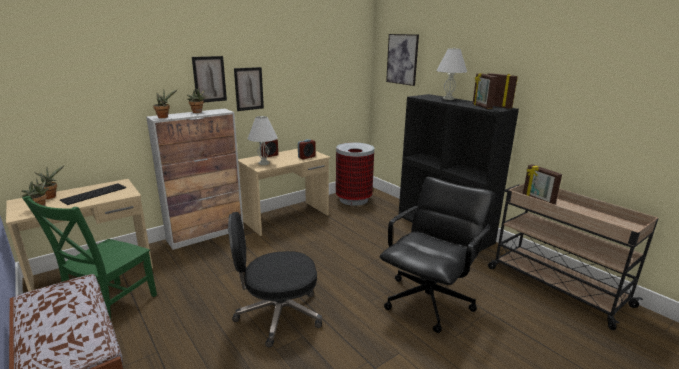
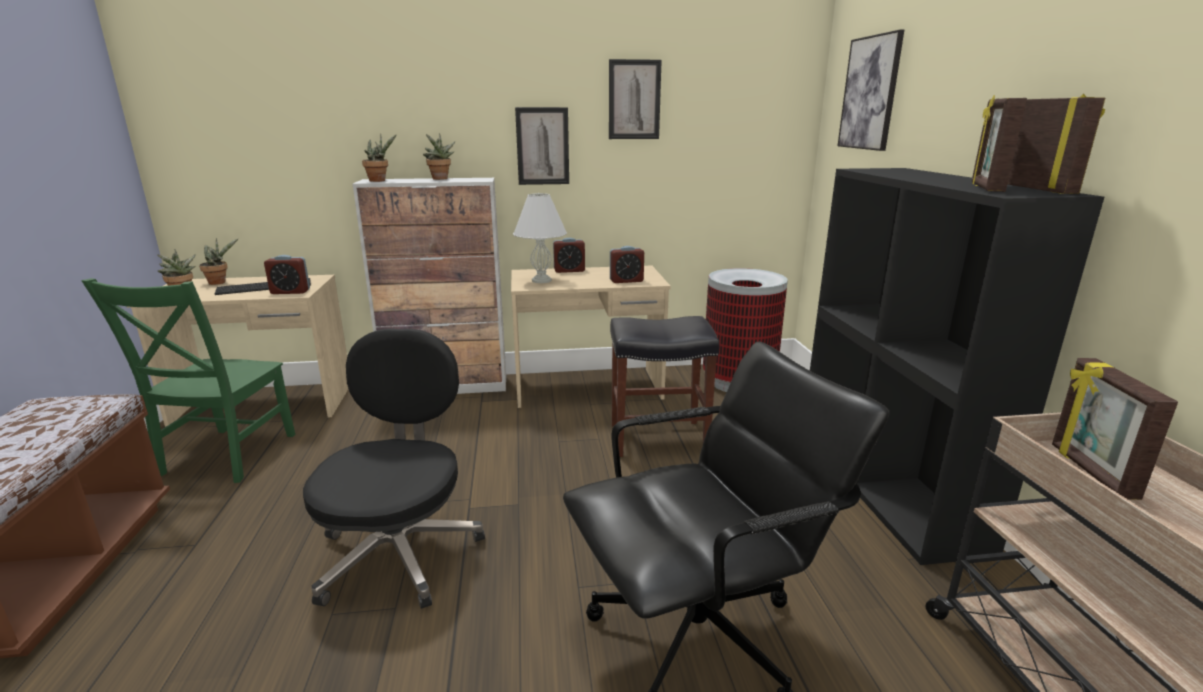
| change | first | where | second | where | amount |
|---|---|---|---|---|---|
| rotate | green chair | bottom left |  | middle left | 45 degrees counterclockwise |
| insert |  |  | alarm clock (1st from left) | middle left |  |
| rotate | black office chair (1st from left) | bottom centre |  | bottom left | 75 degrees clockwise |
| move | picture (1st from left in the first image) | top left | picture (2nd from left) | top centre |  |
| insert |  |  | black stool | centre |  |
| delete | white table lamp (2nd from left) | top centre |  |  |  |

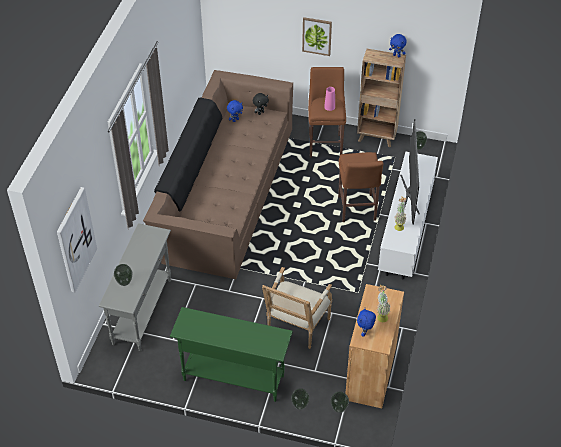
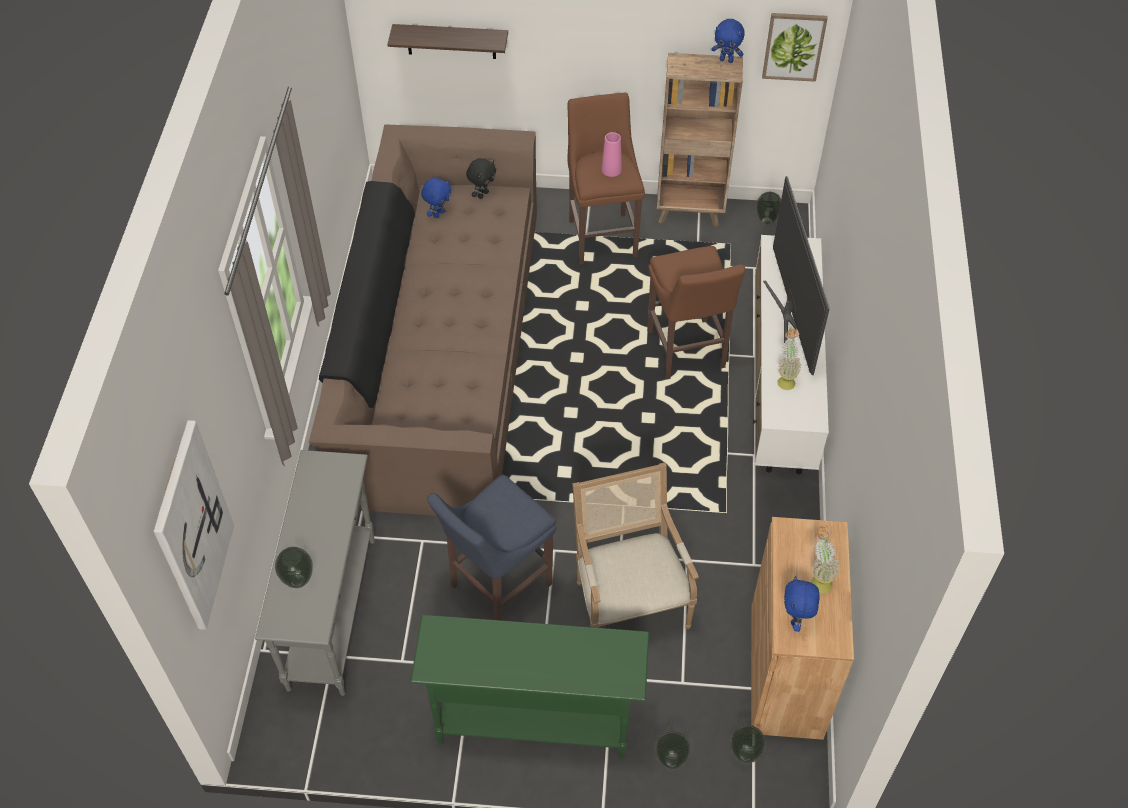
| change | first | where | second | where | amount |
|---|---|---|---|---|---|
| insert |  |  | shelf | top centre |  |
| insert |  |  | blue stool | bottom centre |  |
| rotate | armchair | bottom centre |  | bottom centre | 150 degrees clockwise |
| move | picture (2nd from left) | top centre |  | top right |  |

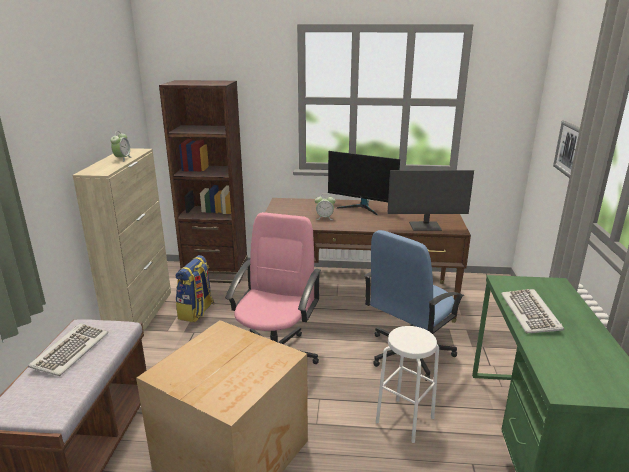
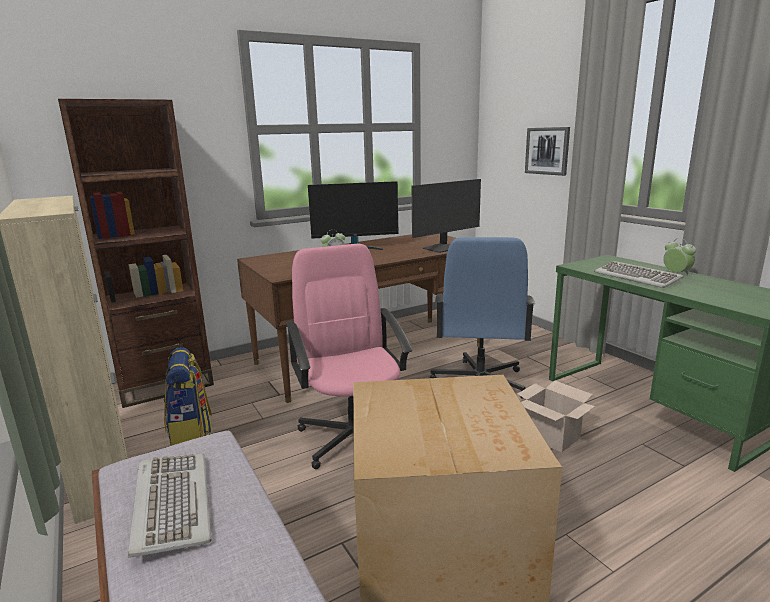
| change | first | where | second | where | amount |
|---|---|---|---|---|---|
| replace | white stool | bottom centre | cardboard box (2nd from left) | bottom right |  |
| move | alarm clock (1st from left in the first image) | top left | alarm clock (2nd from left) | middle right |  |

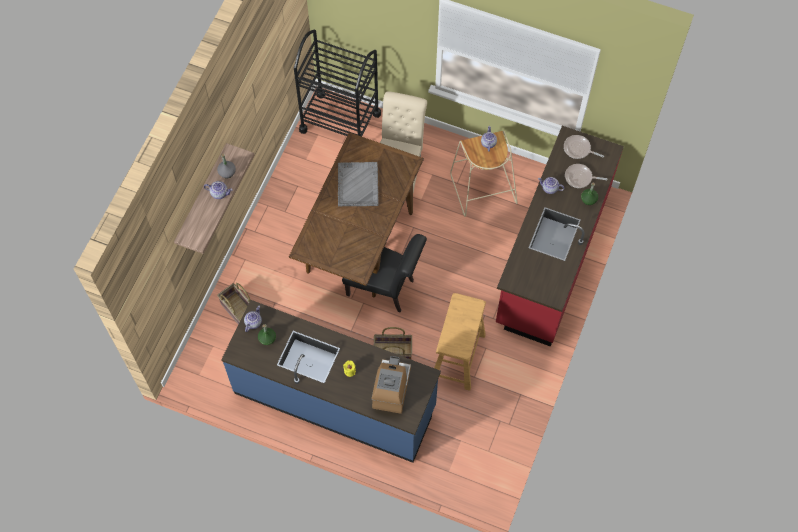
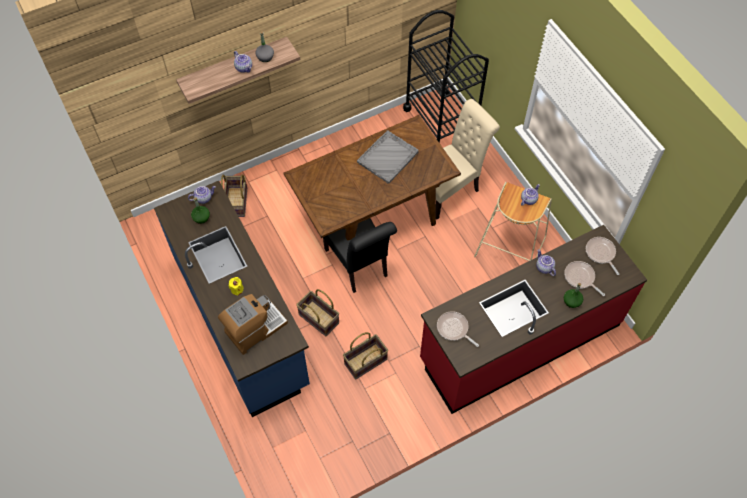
| change | first | where | second | where | amount |
|---|---|---|---|---|---|
| replace | beige stool (1st from left) | centre | basket (3rd from left) | bottom centre |  |
| insert |  |  | frying pan (1st from left) | centre |  |

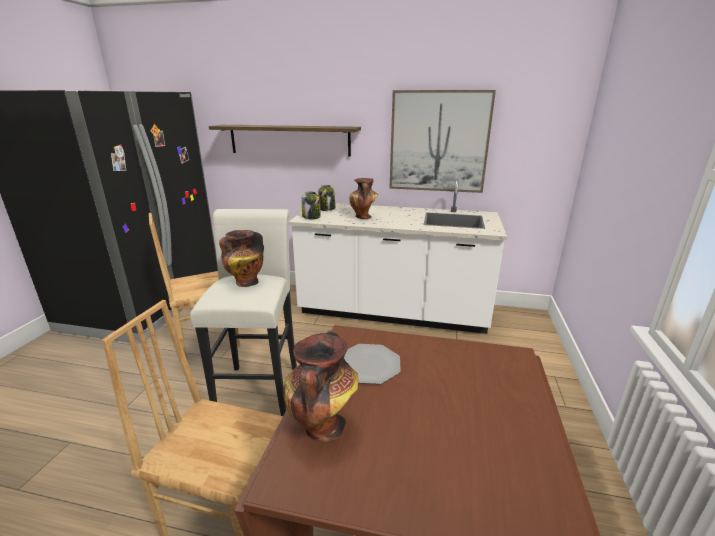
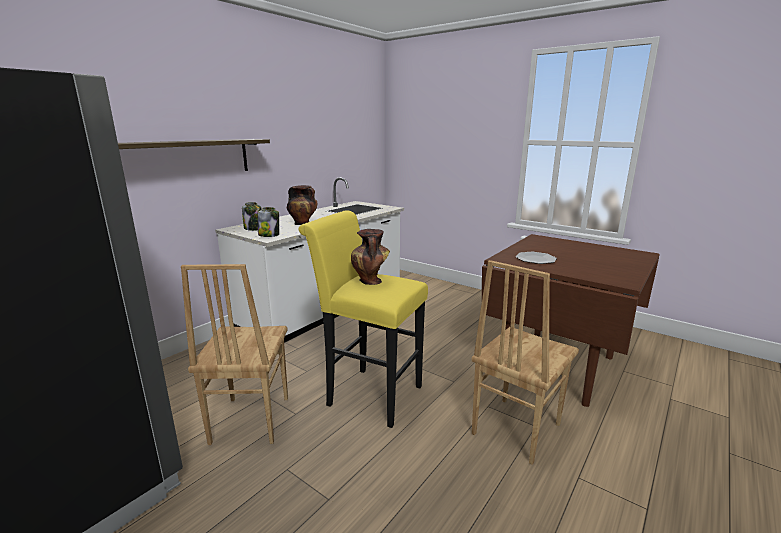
| change | first | where | second | where | amount |
|---|---|---|---|---|---|
| recolor | white stool | centre | yellow stool | centre |  |
| delete | vase (2nd from left) | bottom centre |  |  |  |
| delete | picture | top centre |  |  |  |

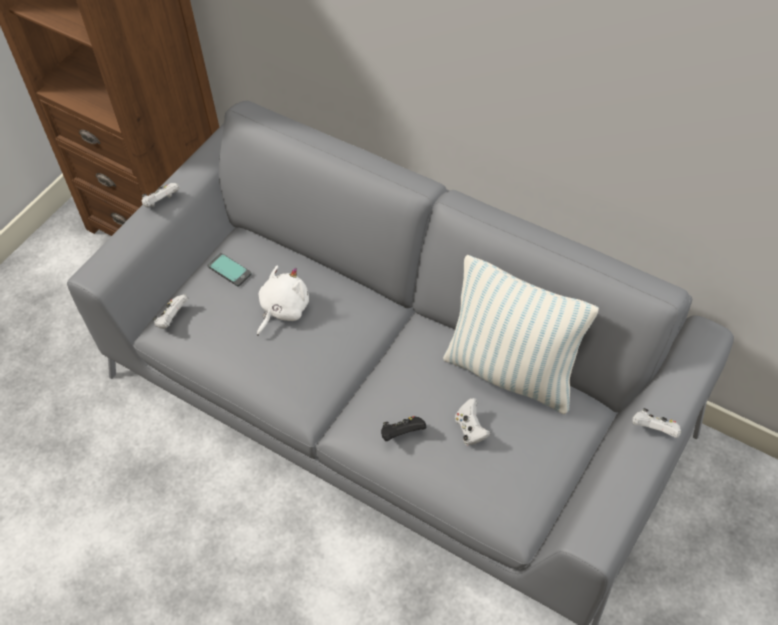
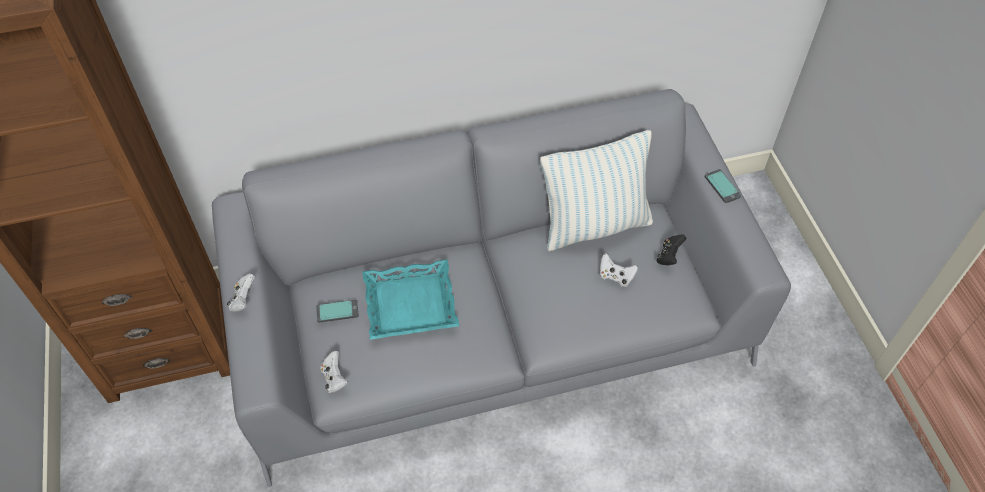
| change | first | where | second | where | amount |
|---|---|---|---|---|---|
| replace | white plush toy | centre | turquoise tray | centre |  |
| move | black game controller | bottom centre |  | middle right |  |
| replace | white game controller (4th from left) | bottom right | phone (2nd from left) | middle right |  |

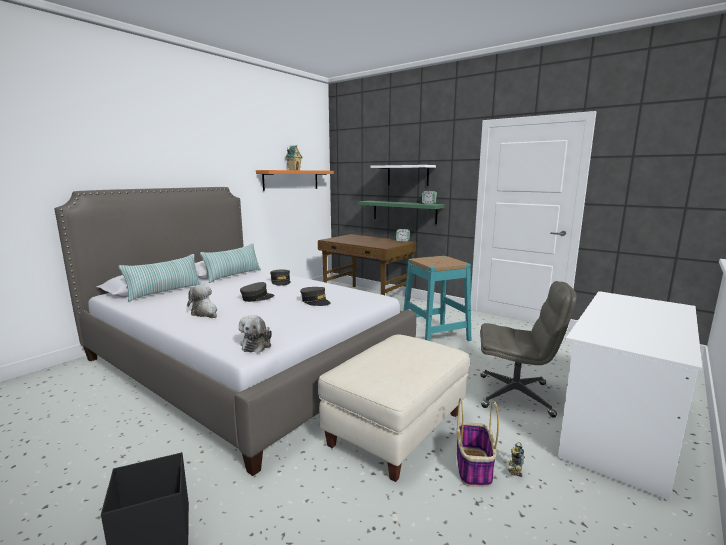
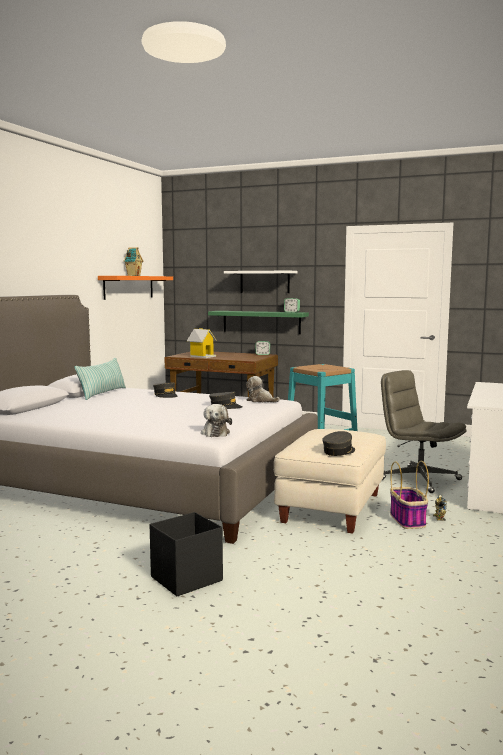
| change | first | where | second | where | amount |
|---|---|---|---|---|---|
| insert |  |  | toy house (2nd from left) | centre |  |
| move | plush toy (1st from left in the first image) | middle left | plush toy (2nd from left) | centre |  |
| move | grey cap (1st from left in the first image) | centre | grey cap (3rd from left) | middle right |  |
| rotate | grey office chair | middle right |  | middle right | 135 degrees counterclockwise |
| delete | pillow (1st from left) | middle left |  |  |  |

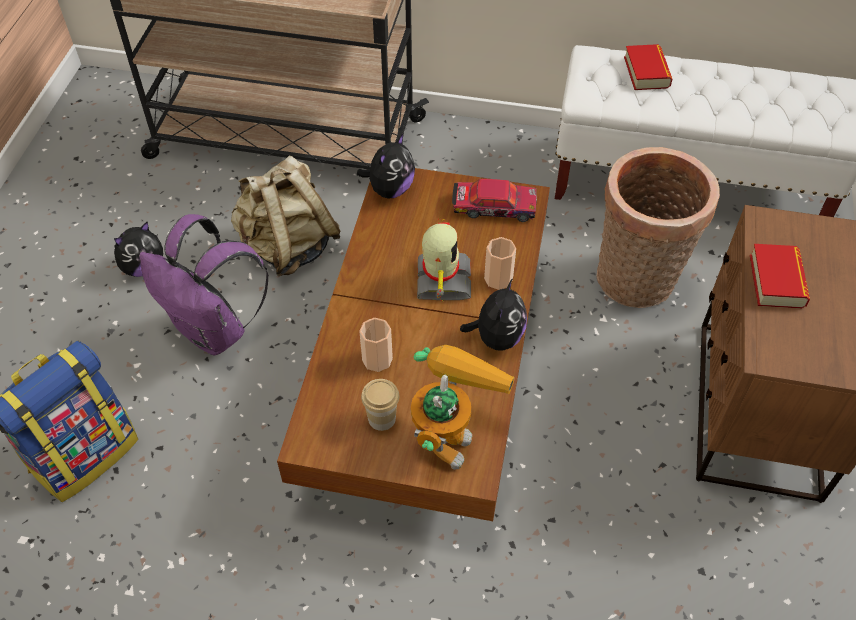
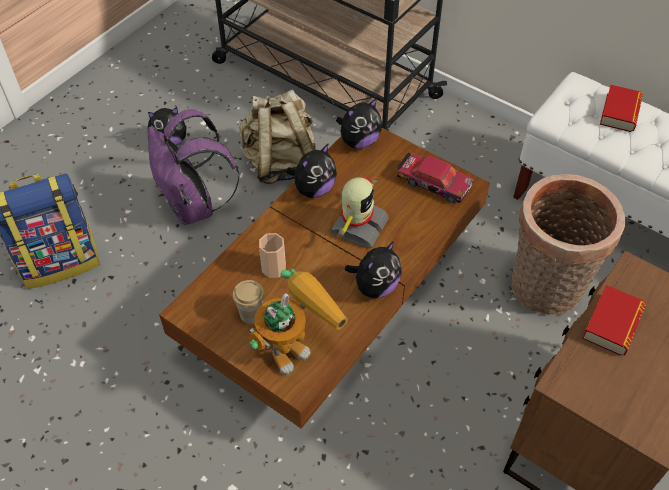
| change | first | where | second | where | amount |
|---|---|---|---|---|---|
| insert |  |  | plush toy (2nd from left) | centre |  |
| delete | cup (3rd from left) | centre |  |  |  |

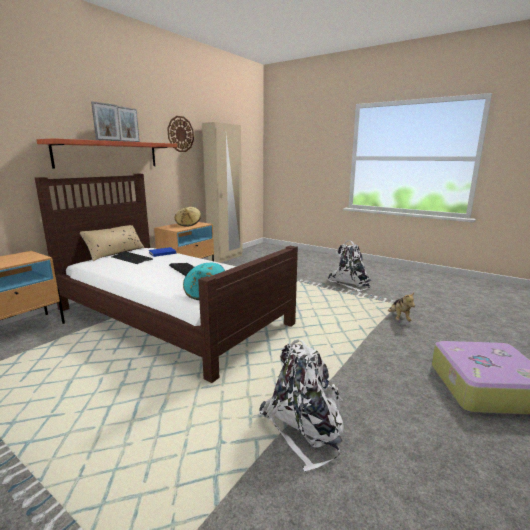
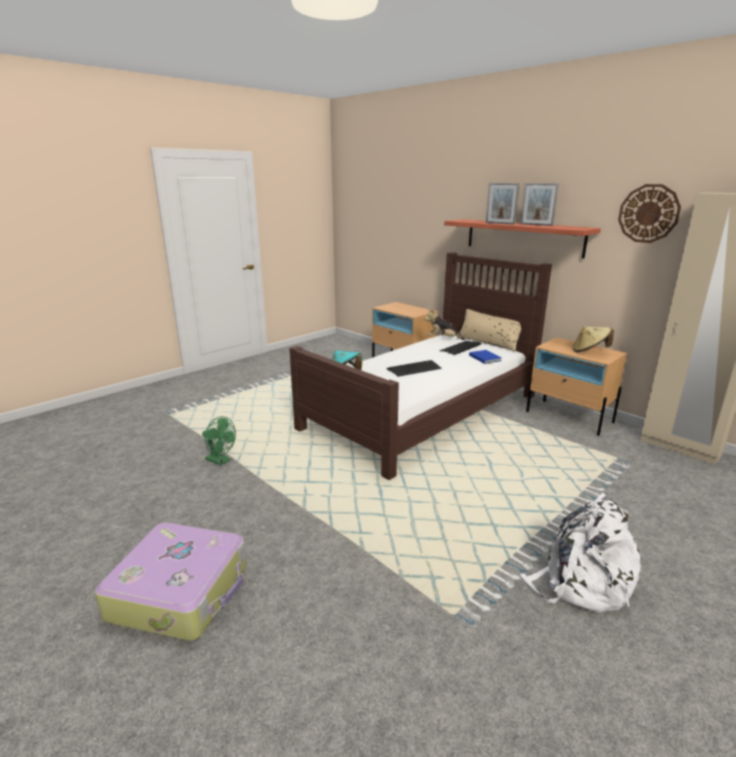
| change | first | where | second | where | amount |
|---|---|---|---|---|---|
| replace | white backpack (1st from left) | bottom centre | green fan | middle left |  |
| move | plush toy | middle right |  | centre |  |

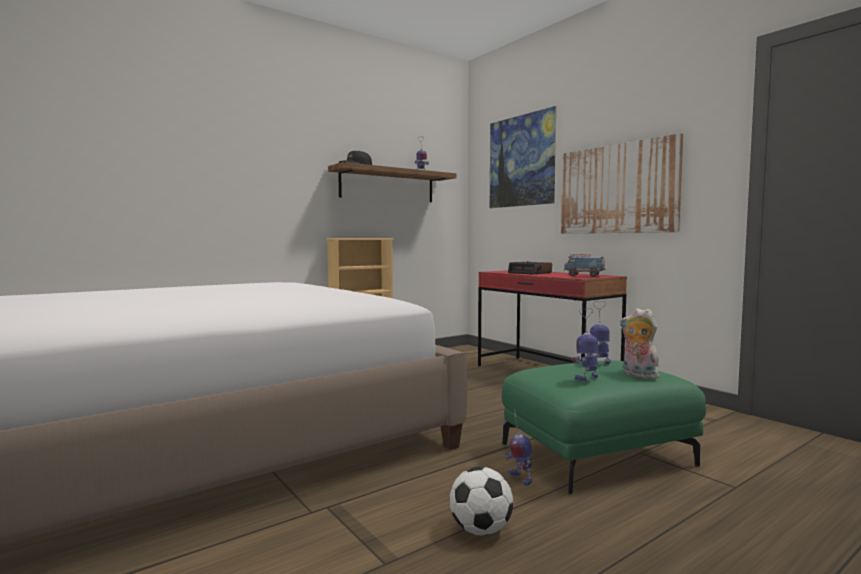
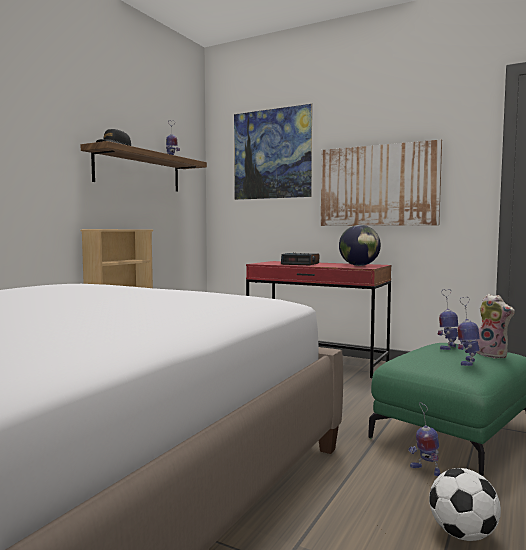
| change | first | where | second | where | amount |
|---|---|---|---|---|---|
| replace | toy truck | middle right | globe | middle right |  |
| rotate | plush toy | middle right |  | middle right | 150 degrees counterclockwise |

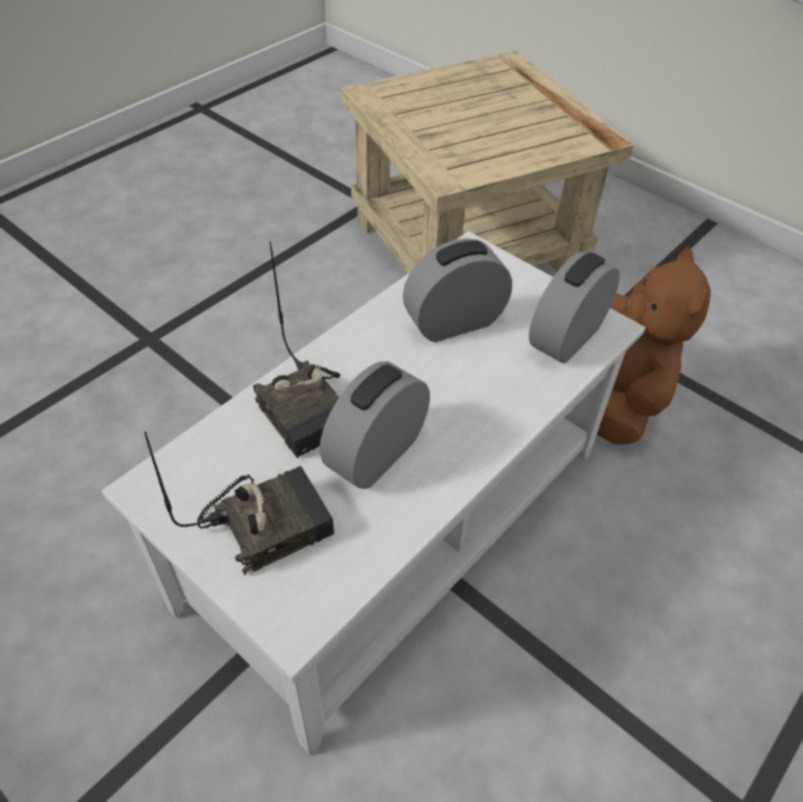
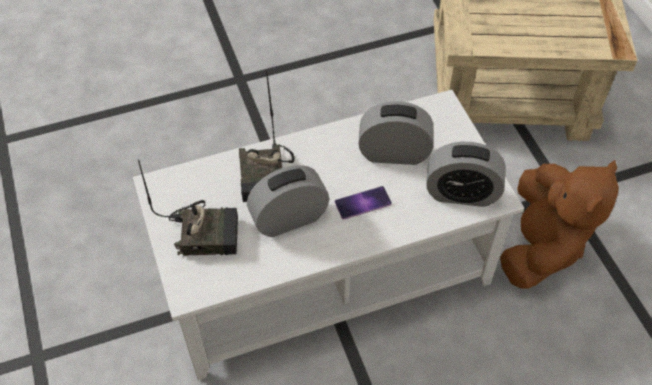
| change | first | where | second | where | amount |
|---|---|---|---|---|---|
| insert |  |  | phone | centre |  |
| rotate | alarm clock (3rd from left) | middle right |  | middle right | 150 degrees counterclockwise |

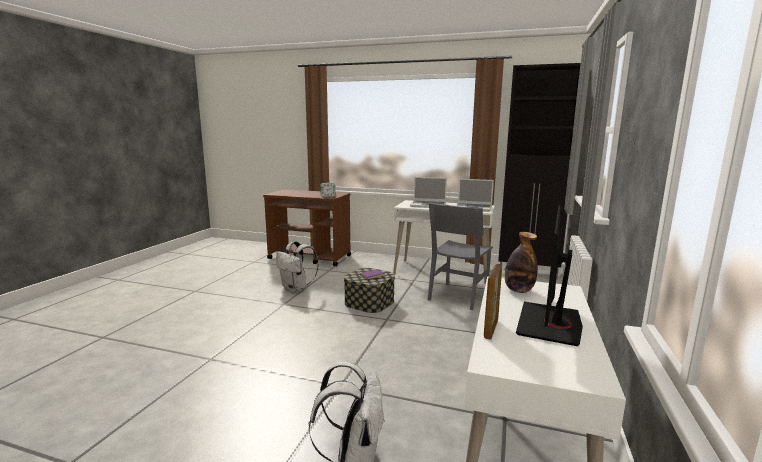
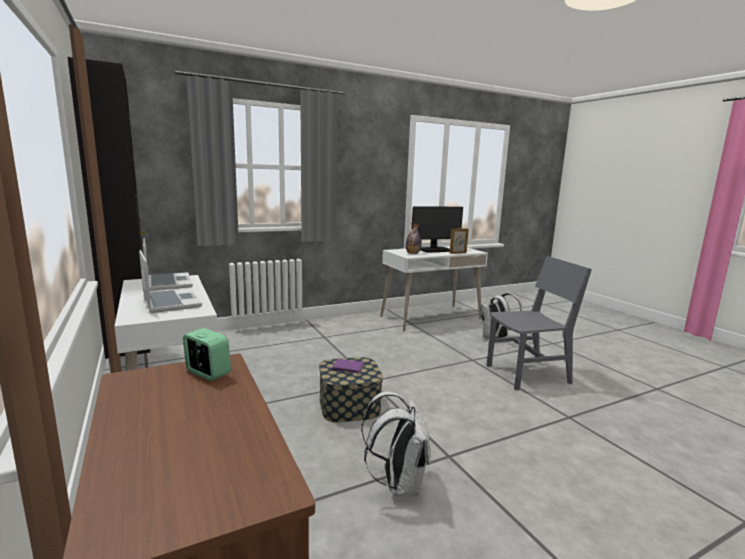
| change | first | where | second | where | amount |
|---|---|---|---|---|---|
| move | grey chair | centre |  | middle right |  |

